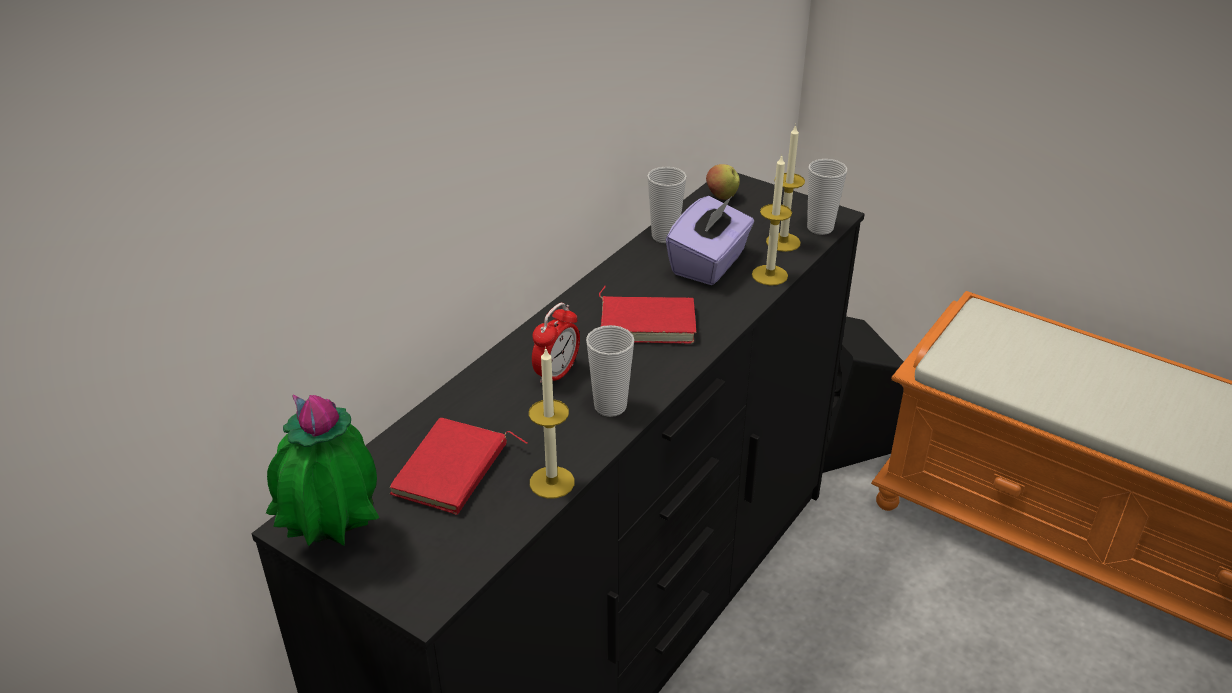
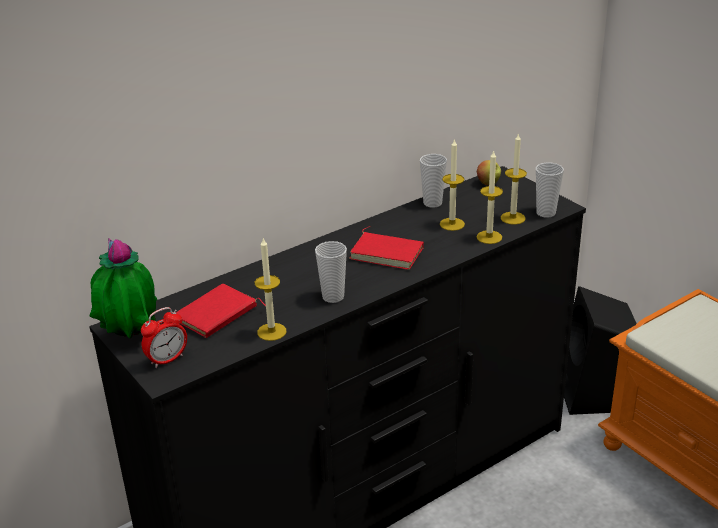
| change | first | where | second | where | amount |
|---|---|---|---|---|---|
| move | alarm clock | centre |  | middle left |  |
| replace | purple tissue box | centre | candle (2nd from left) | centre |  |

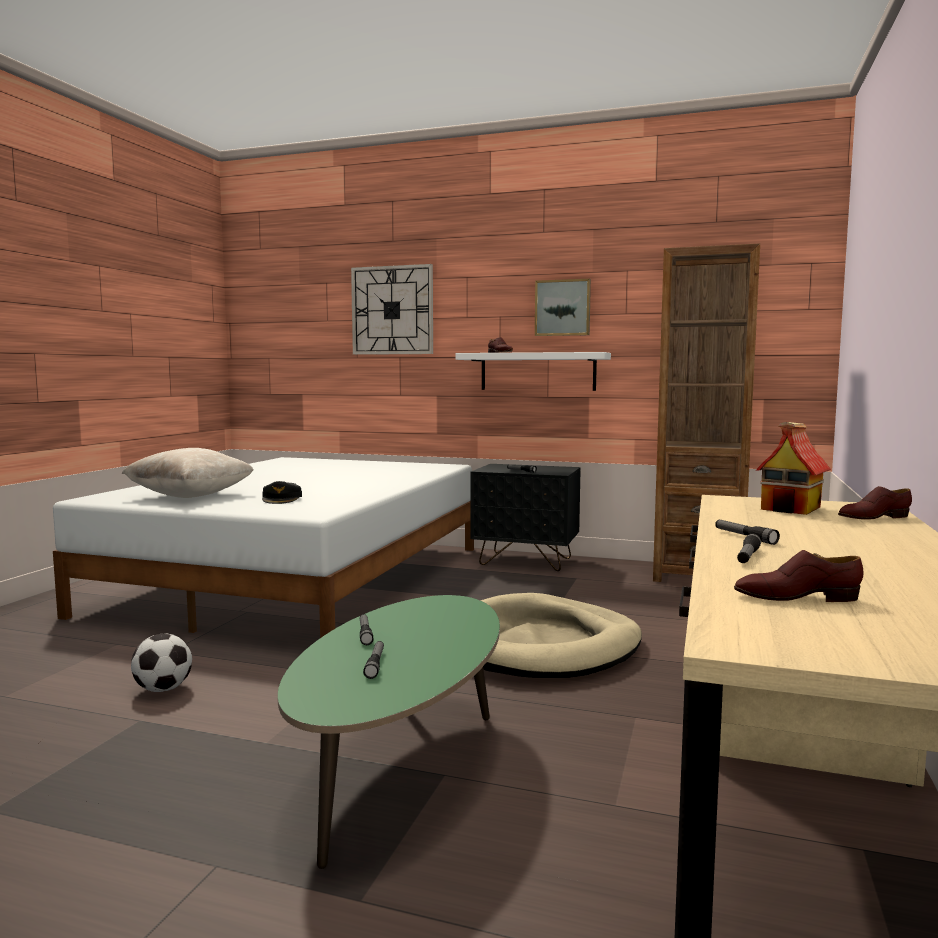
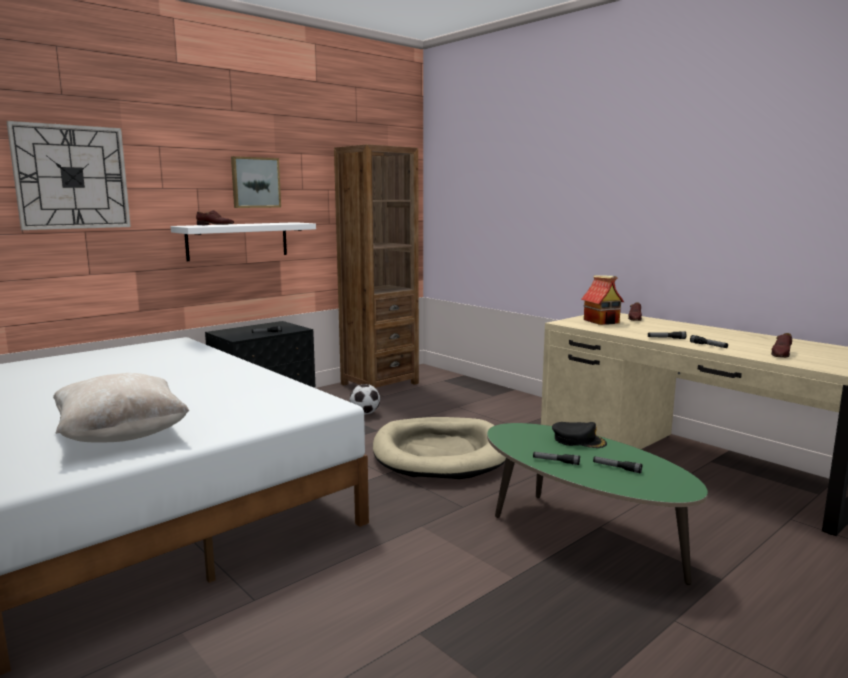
| change | first | where | second | where | amount |
|---|---|---|---|---|---|
| move | football | bottom left |  | centre |  |
| move | black cap | middle left |  | middle right |  |

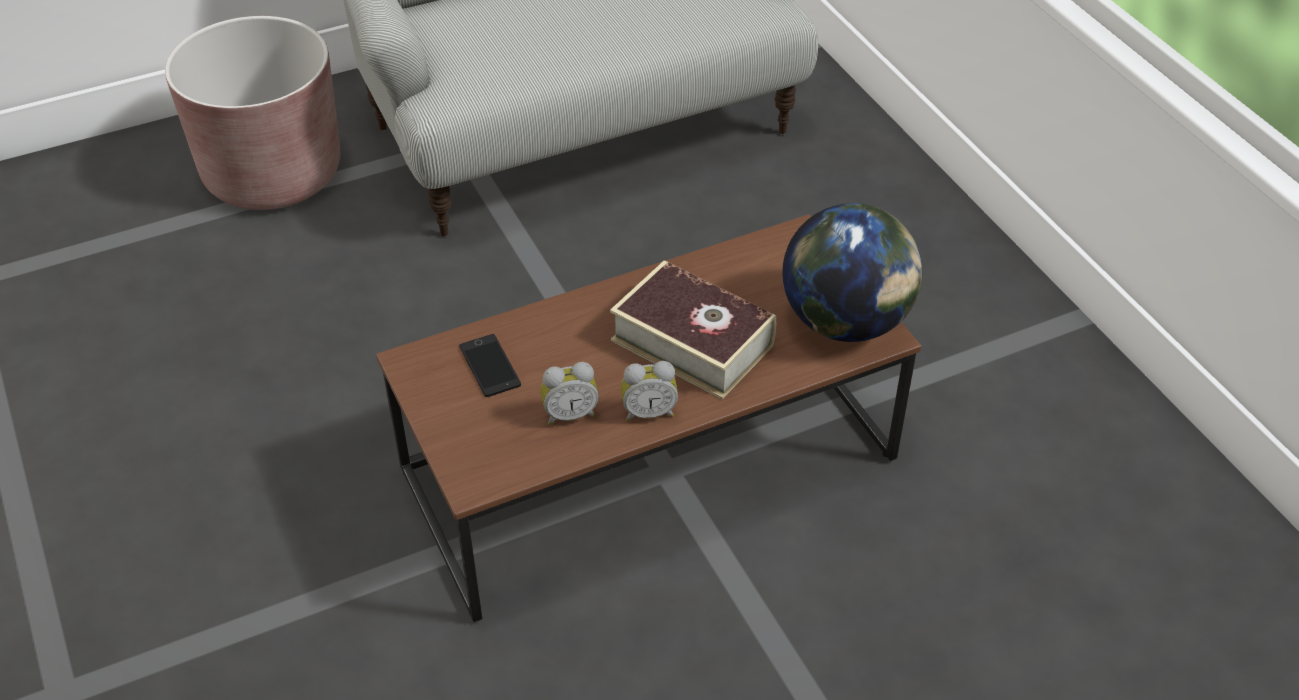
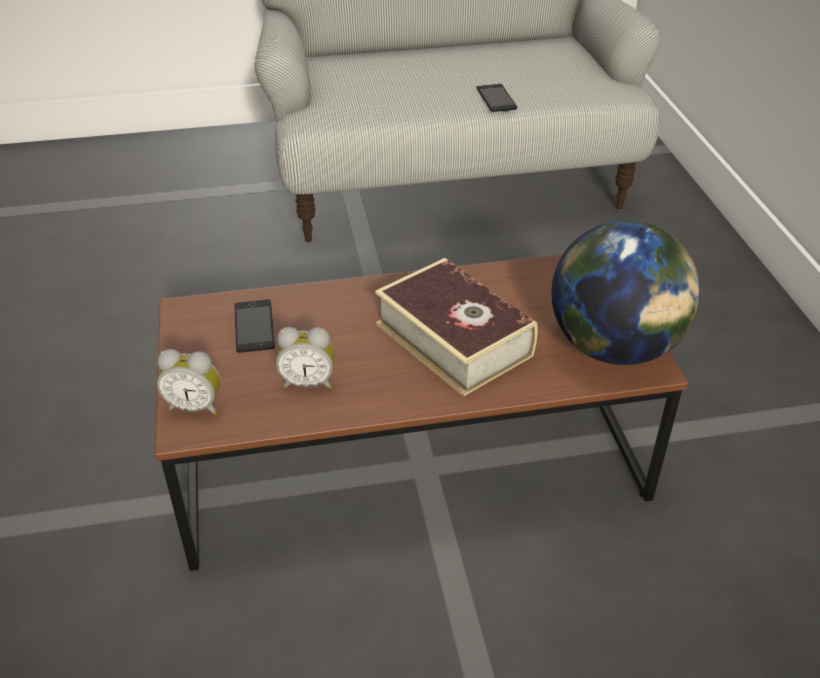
| change | first | where | second | where | amount |
|---|---|---|---|---|---|
| move | alarm clock (2nd from left in the first image) | centre | alarm clock (1st from left) | middle left |  |
| insert |  |  | phone (2nd from left) | top centre |  |
| delete | brown planter | top left |  |  |  |

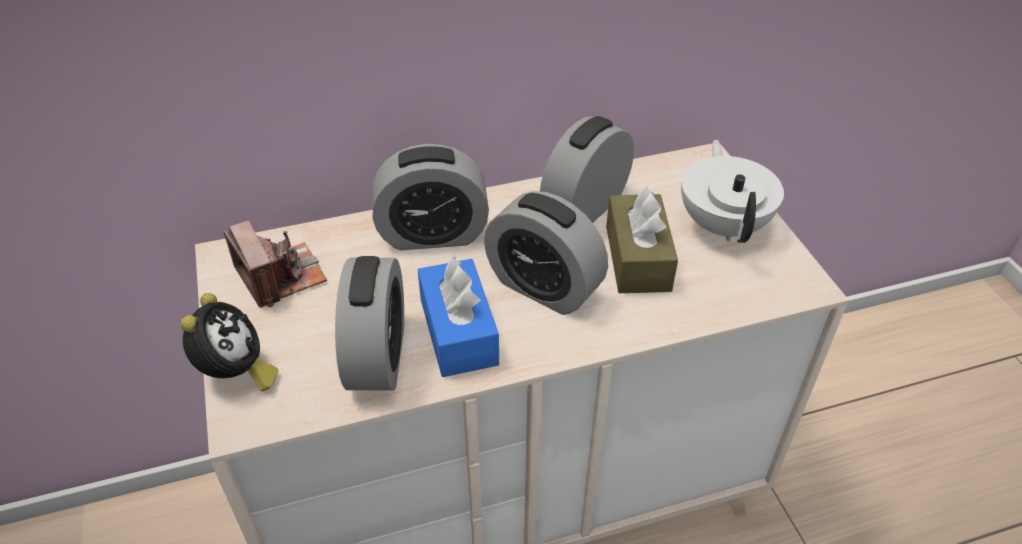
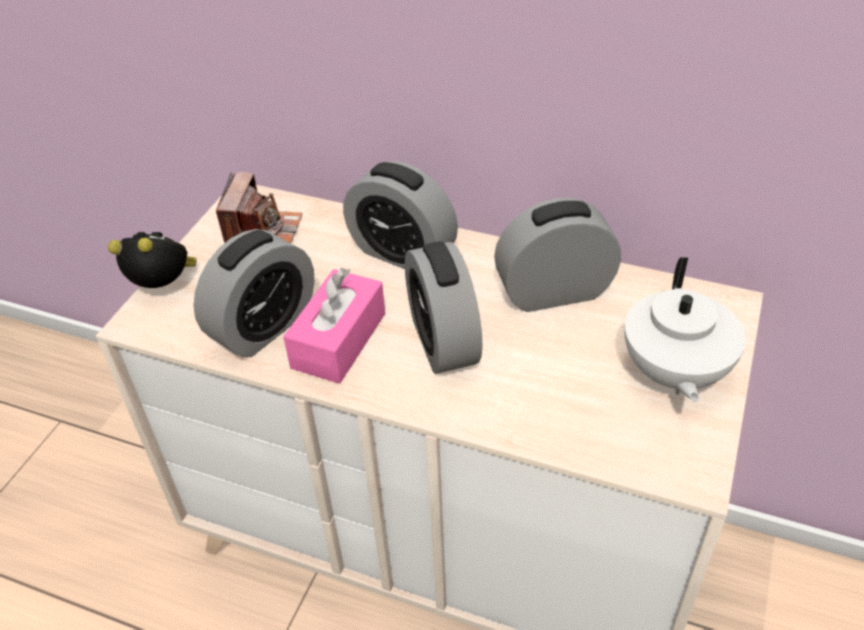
| change | first | where | second | where | amount |
|---|---|---|---|---|---|
| rotate | alarm clock (1st from left) | middle left |  | middle left | 120 degrees counterclockwise |
| recolor | blue tissue box | centre | pink tissue box | centre |  |
| rotate | white teapot | middle right |  | middle right | 150 degrees clockwise |
| delete | brown tissue box | centre |  |  |  |

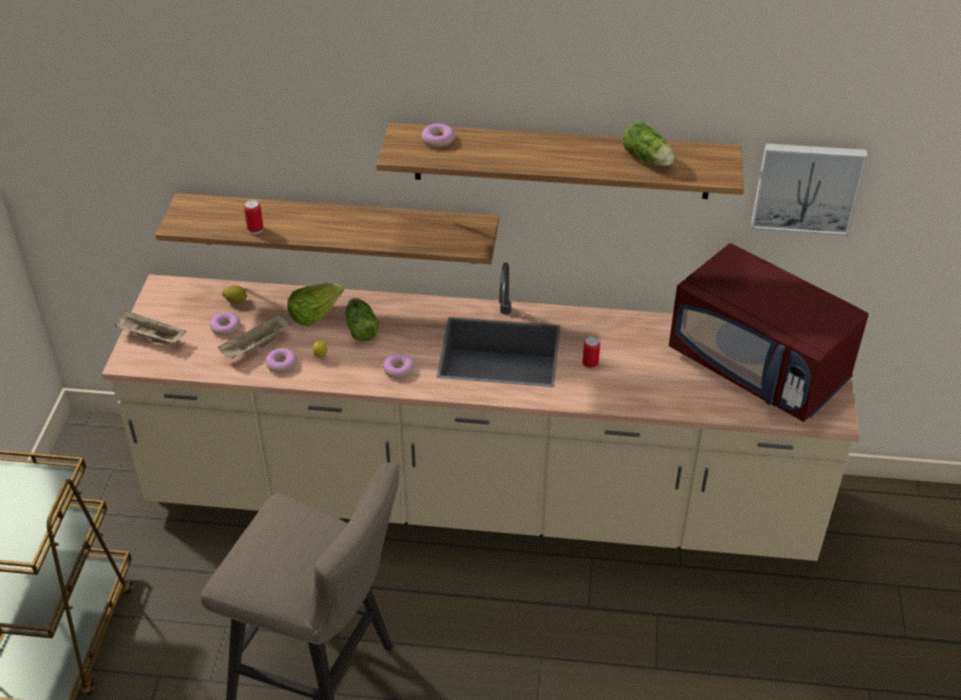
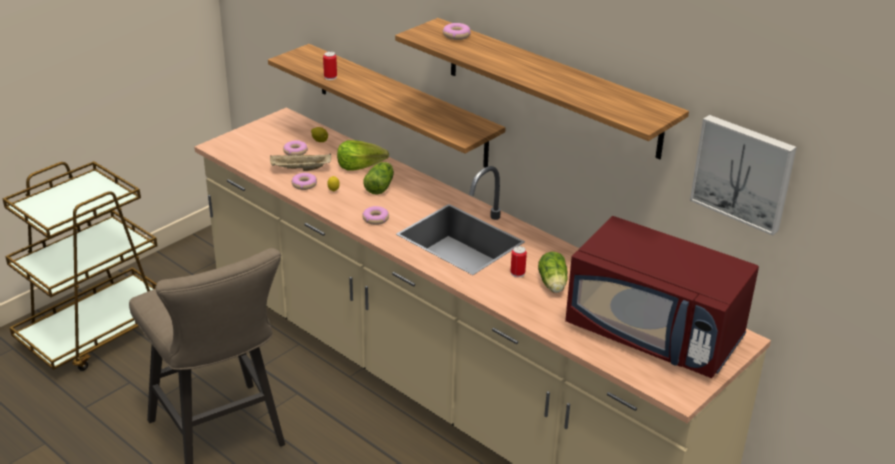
| change | first | where | second | where | amount |
|---|---|---|---|---|---|
| move | lettuce (3rd from left) | top right |  | centre |  |
| rotate | red microwave | middle right |  | middle right | 45 degrees counterclockwise |
| delete | beige tray (1st from left) | middle left |  |  |  |

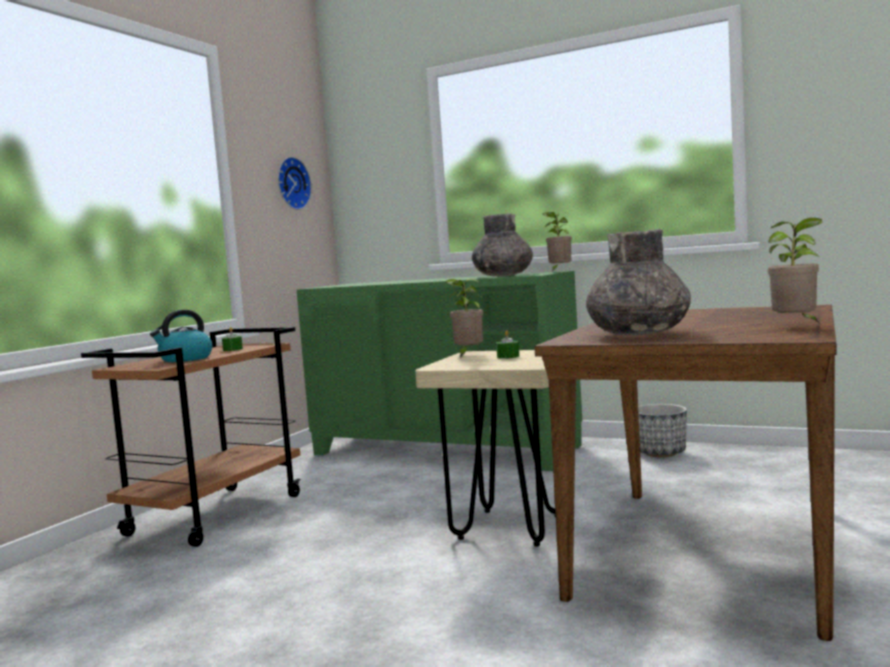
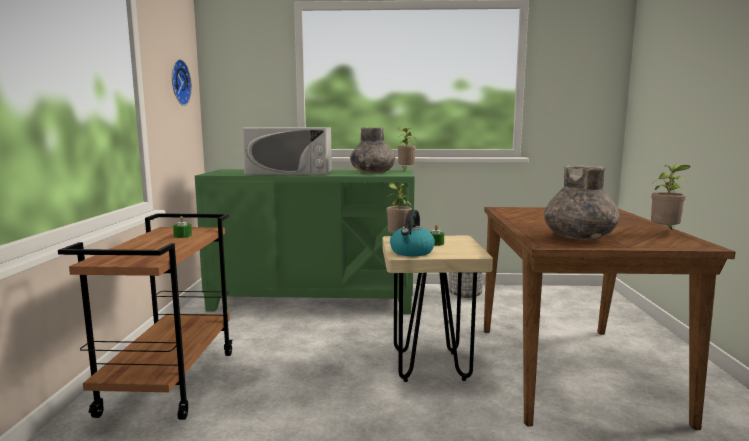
| change | first | where | second | where | amount |
|---|---|---|---|---|---|
| insert |  |  | white microwave | centre |  |
| move | kettle | middle left |  | centre |  |

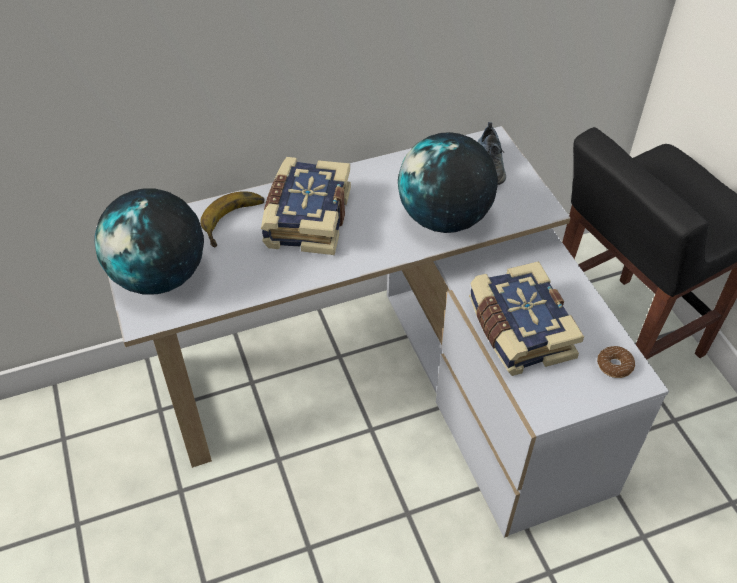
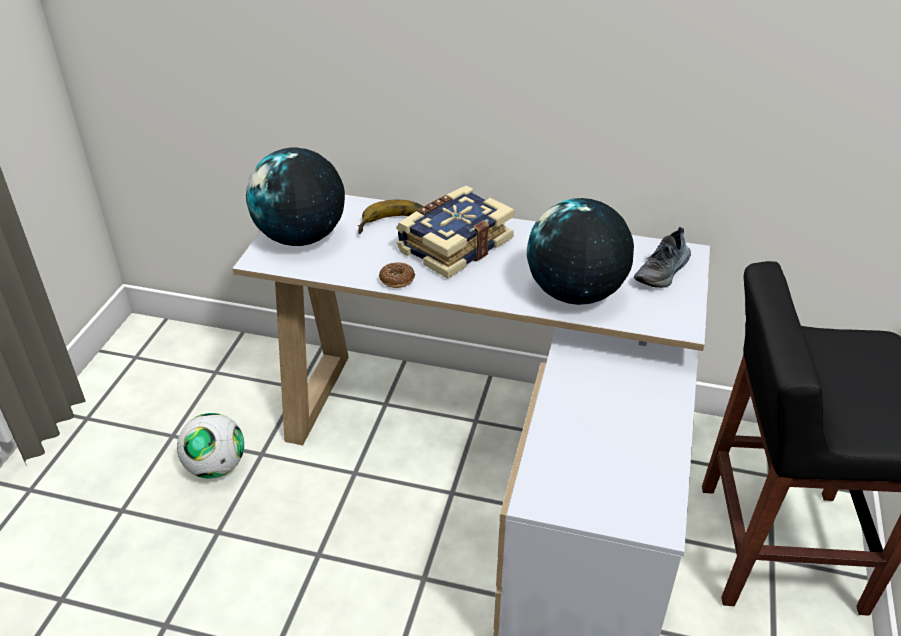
| change | first | where | second | where | amount |
|---|---|---|---|---|---|
| insert |  |  | football | bottom left |  |
| move | donut | middle right |  | centre |  |
| delete | book (2nd from left) | middle right |  |  |  |

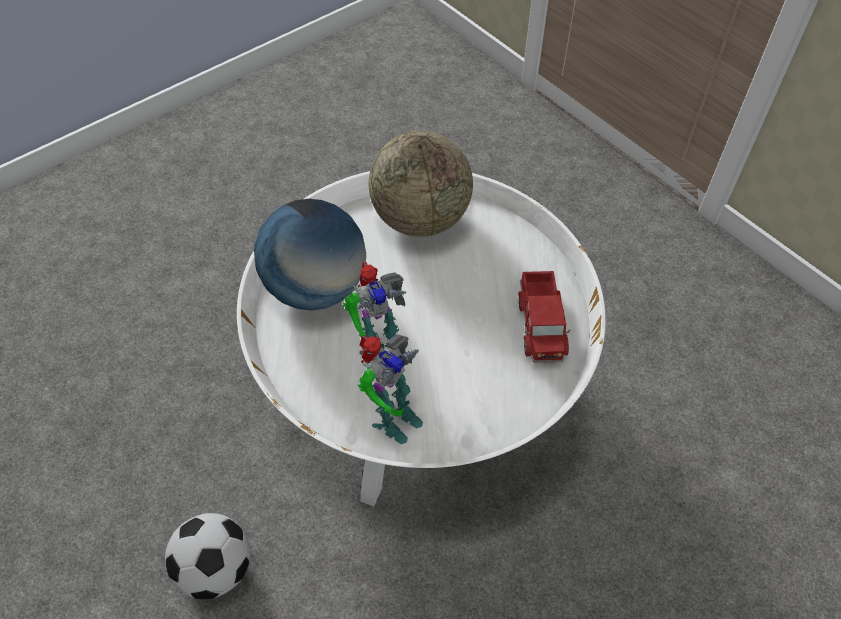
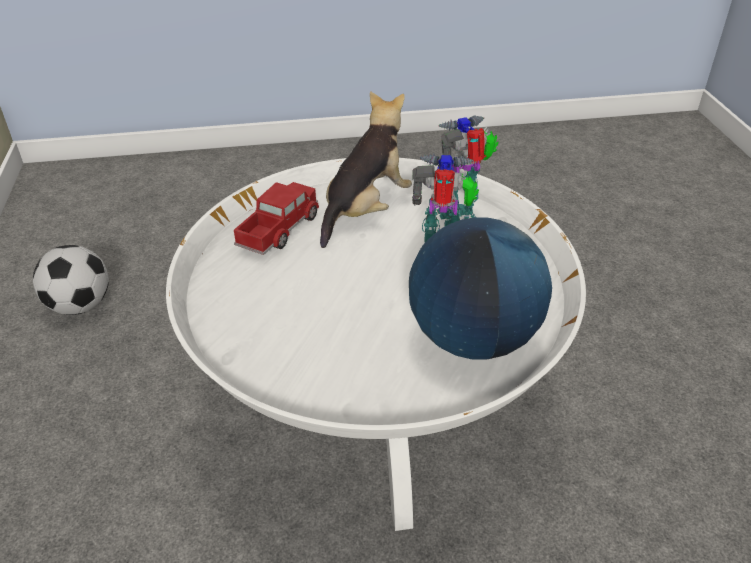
| change | first | where | second | where | amount |
|---|---|---|---|---|---|
| move | football | bottom left |  | middle left |  |
| insert |  |  | plush toy | top centre |  |
| delete | globe (2nd from left) | top centre |  |  |  |

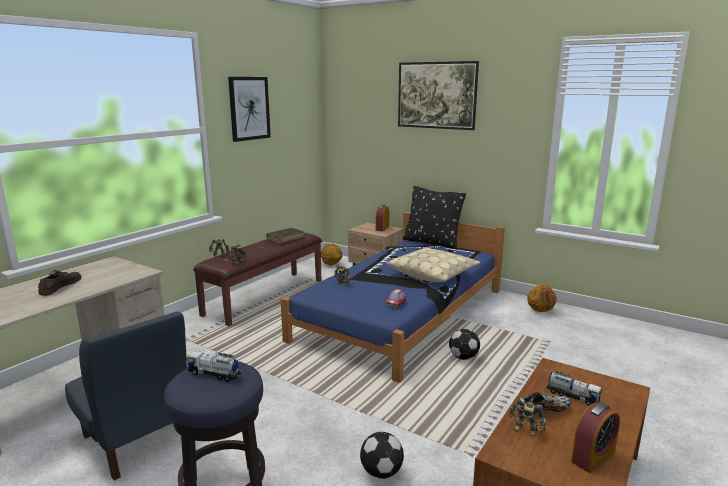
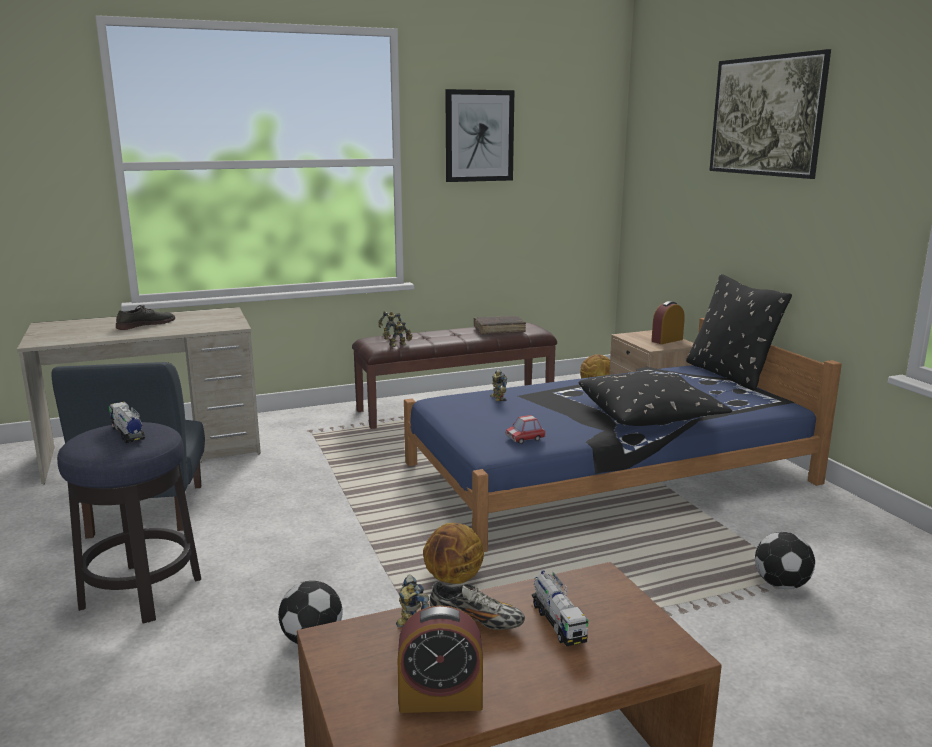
| change | first | where | second | where | amount |
|---|---|---|---|---|---|
| move | basketball (2nd from left in the first image) | middle right | basketball (1st from left) | bottom centre |  |
| recolor | beige pillow | centre | black pillow (1st from left) | middle right |  |
| move | football (2nd from left) | bottom centre |  | bottom right |  |

